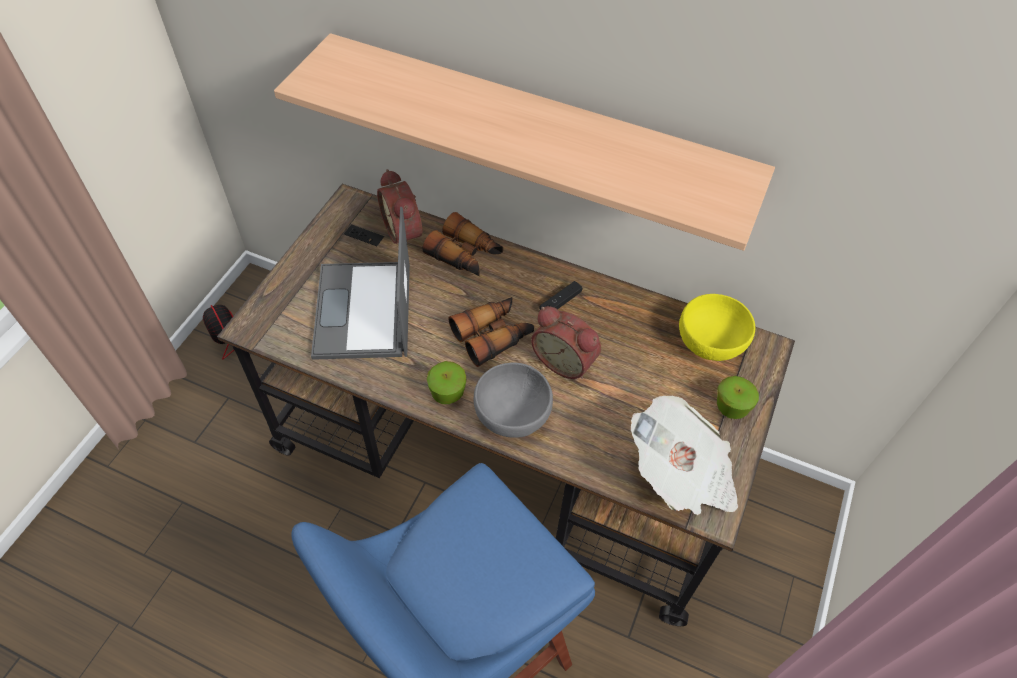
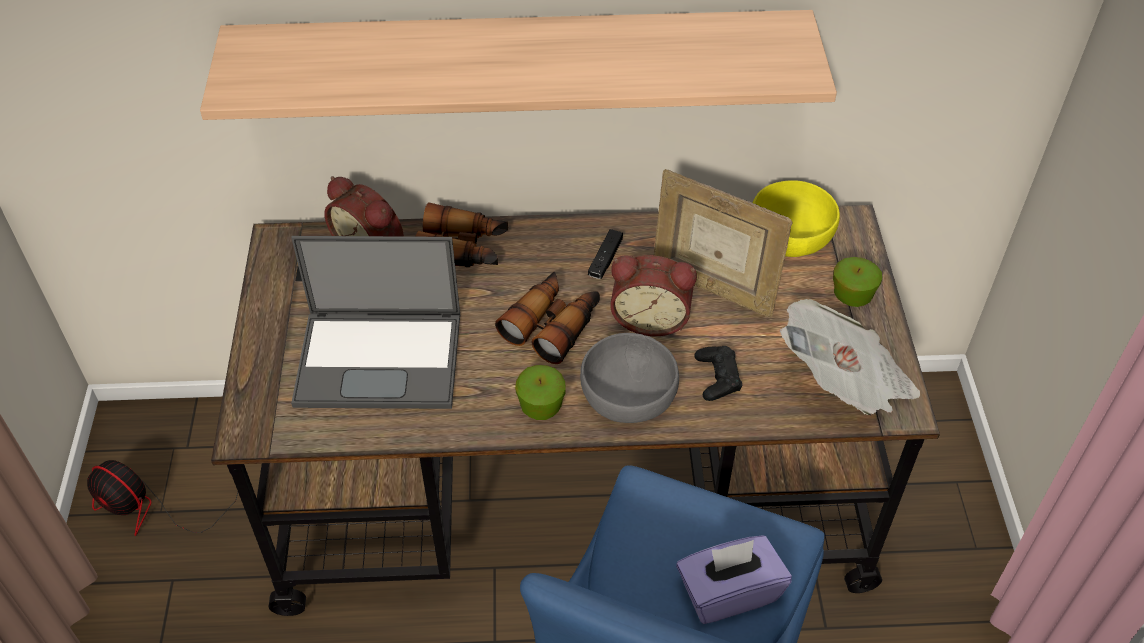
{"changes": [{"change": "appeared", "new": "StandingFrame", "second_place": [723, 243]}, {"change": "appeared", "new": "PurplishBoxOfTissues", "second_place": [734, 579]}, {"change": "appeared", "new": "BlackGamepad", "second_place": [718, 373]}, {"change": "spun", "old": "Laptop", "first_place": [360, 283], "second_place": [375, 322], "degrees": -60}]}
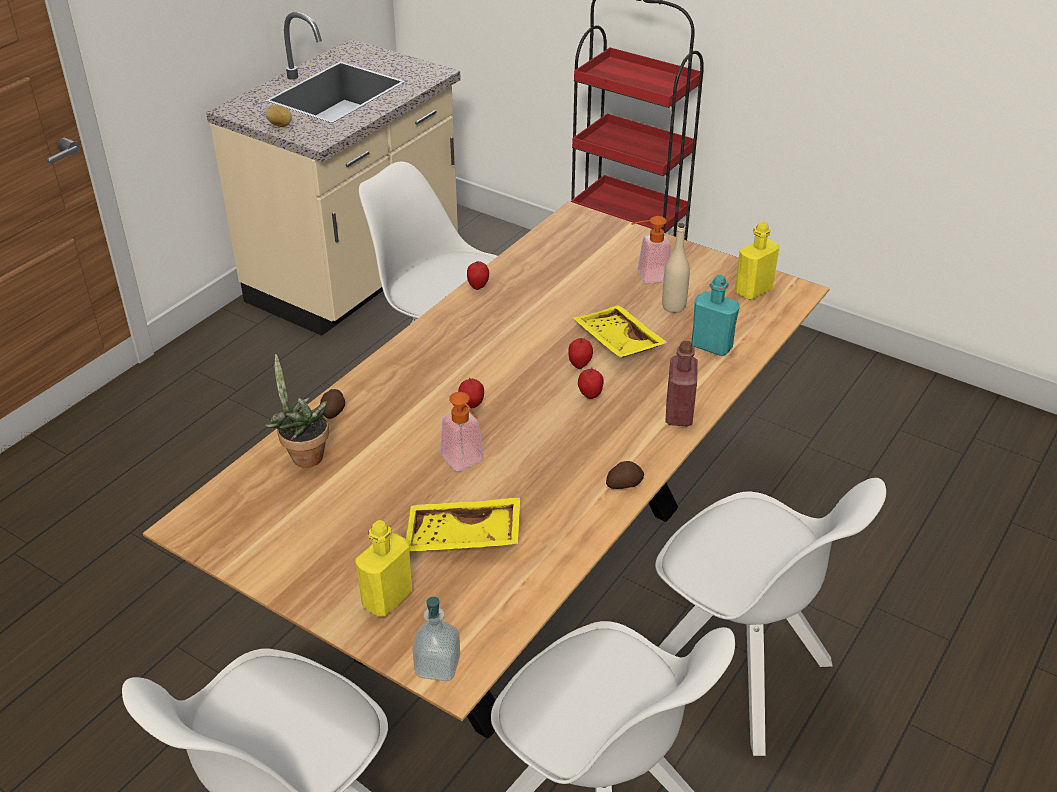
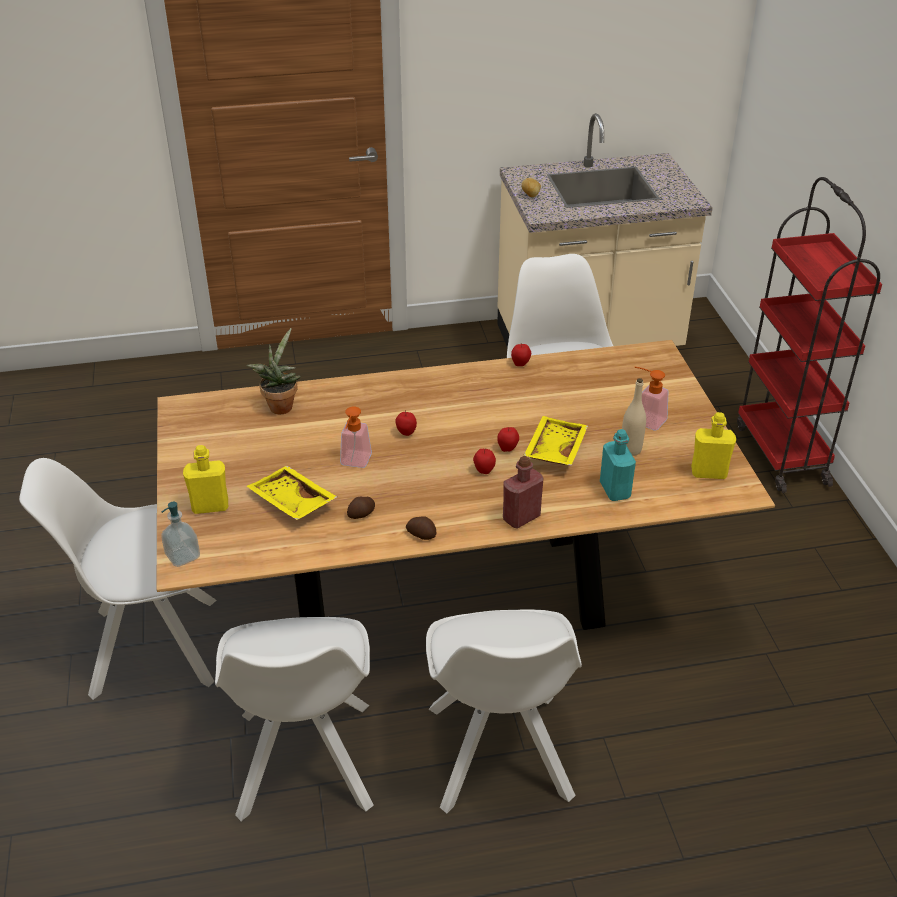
{"changes": [{"change": "relocated", "old": "WholePotato", "first_place": [332, 404], "second_place": [361, 508]}]}
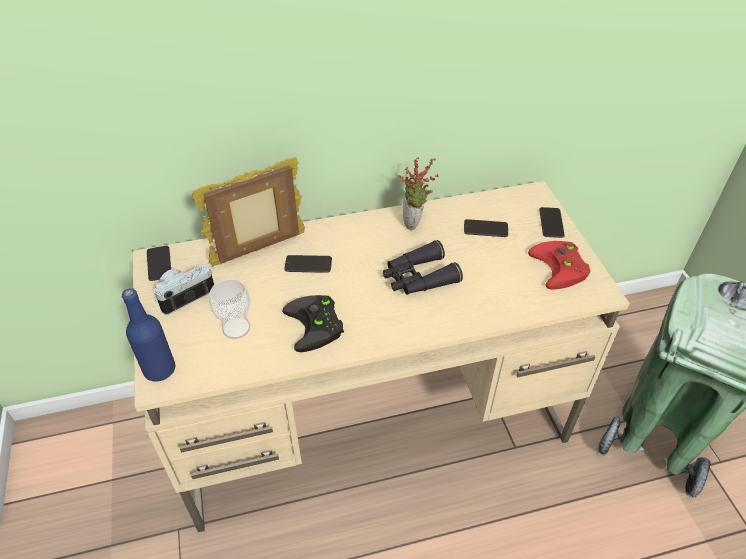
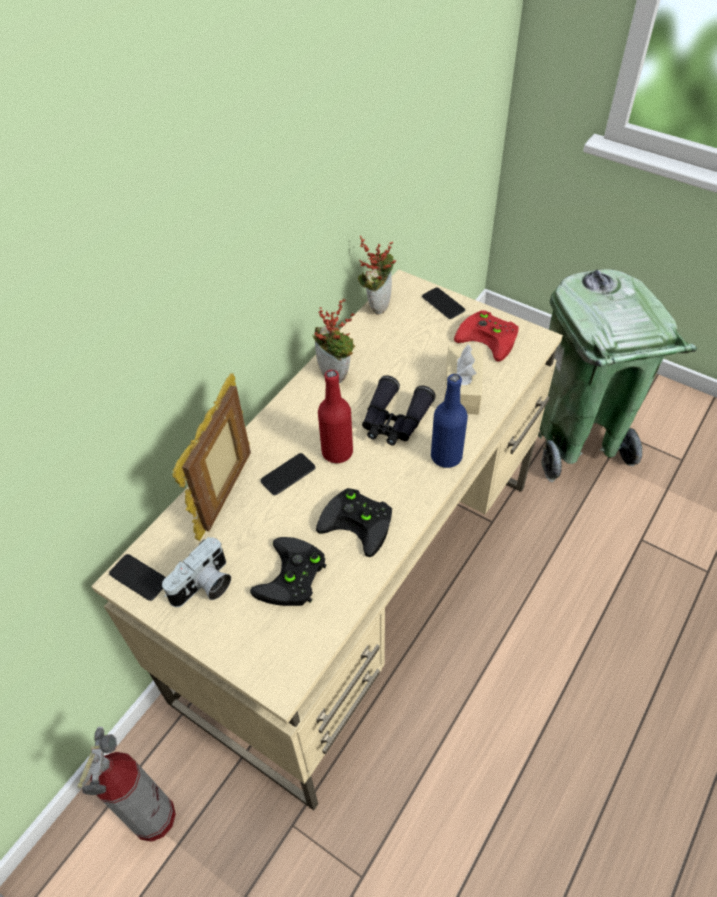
{"changes": [{"change": "missing", "old": "Telephone", "first_place": [486, 228]}, {"change": "appeared", "new": "Extinguisher", "second_place": [126, 784]}, {"change": "appeared", "new": "RedColouredBeverageBottle", "second_place": [335, 416]}, {"change": "appeared", "new": "PlantInAPot", "second_place": [377, 275]}, {"change": "appeared", "new": "BeigeBoxOfTissues", "second_place": [463, 379]}, {"change": "relocated", "old": "BlueBeverageBottle", "first_place": [148, 335], "second_place": [449, 421]}, {"change": "exchanged", "old": "SmallCup", "new": "BlackGamepad", "first_place": [229, 309], "second_place": [288, 571]}, {"change": "spun", "old": "PhotoCamera", "first_place": [184, 290], "second_place": [196, 572], "degrees": -150}]}
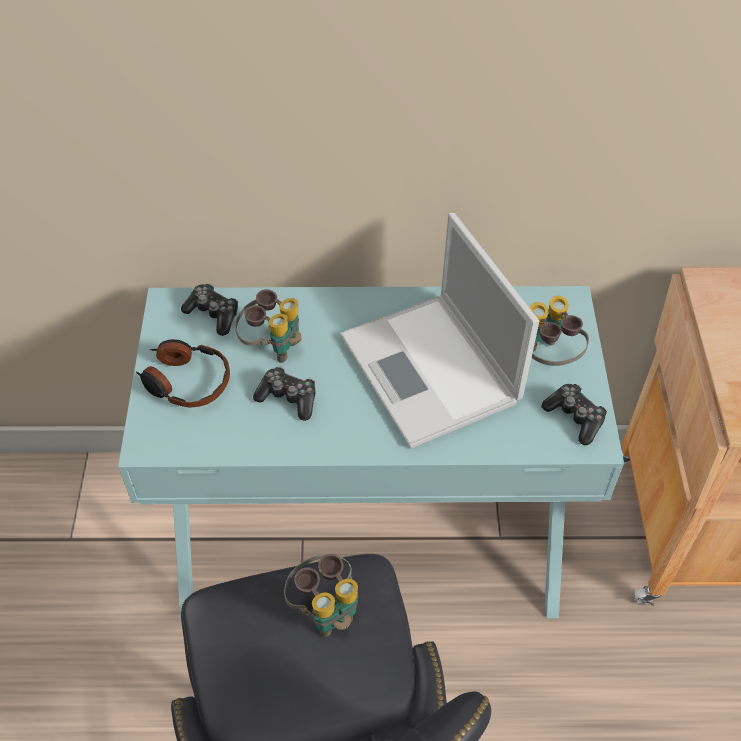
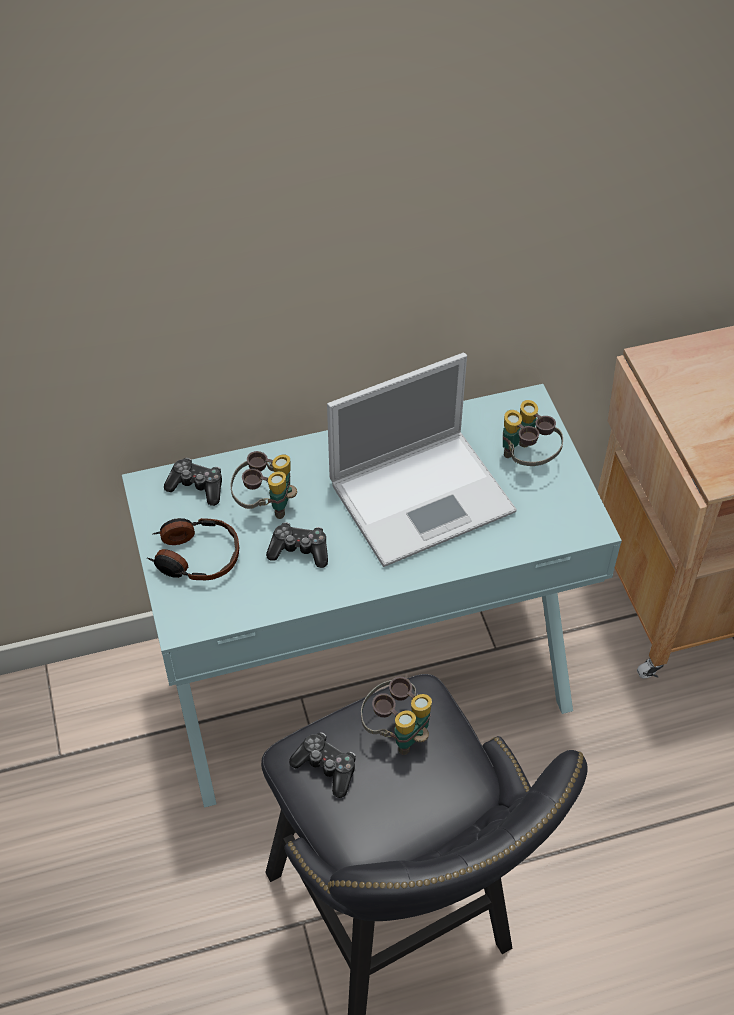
{"changes": [{"change": "relocated", "old": "Gamepad", "first_place": [574, 414], "second_place": [322, 765]}, {"change": "spun", "old": "Laptop", "first_place": [439, 330], "second_place": [422, 460], "degrees": -75}]}
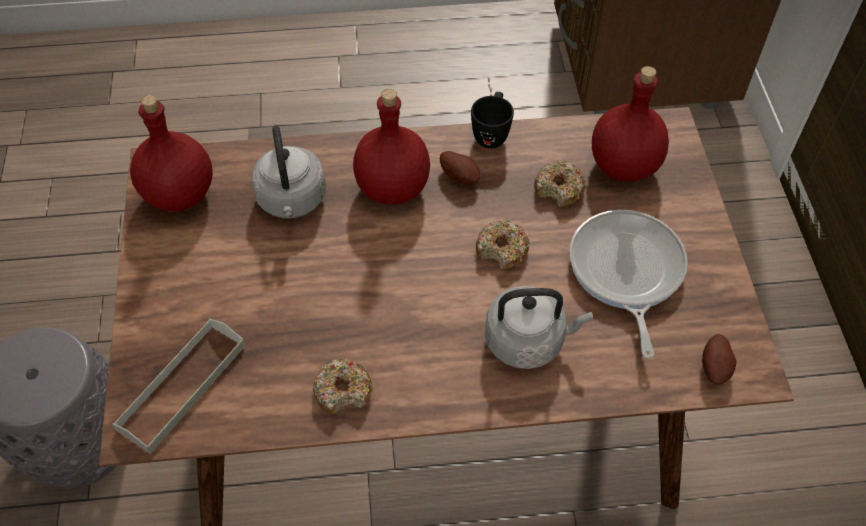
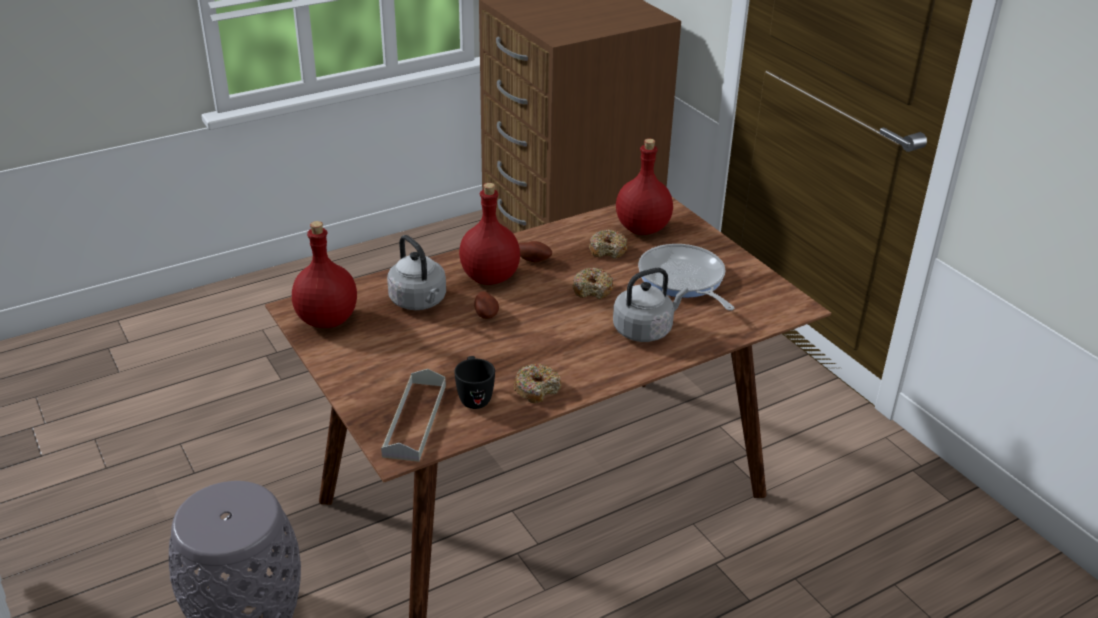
{"changes": [{"change": "relocated", "old": "BlackTeaMug", "first_place": [492, 120], "second_place": [474, 382]}, {"change": "relocated", "old": "WholePotato", "first_place": [719, 359], "second_place": [486, 305]}]}
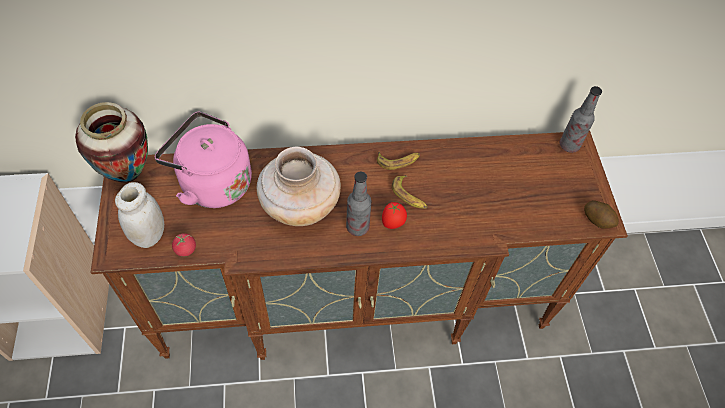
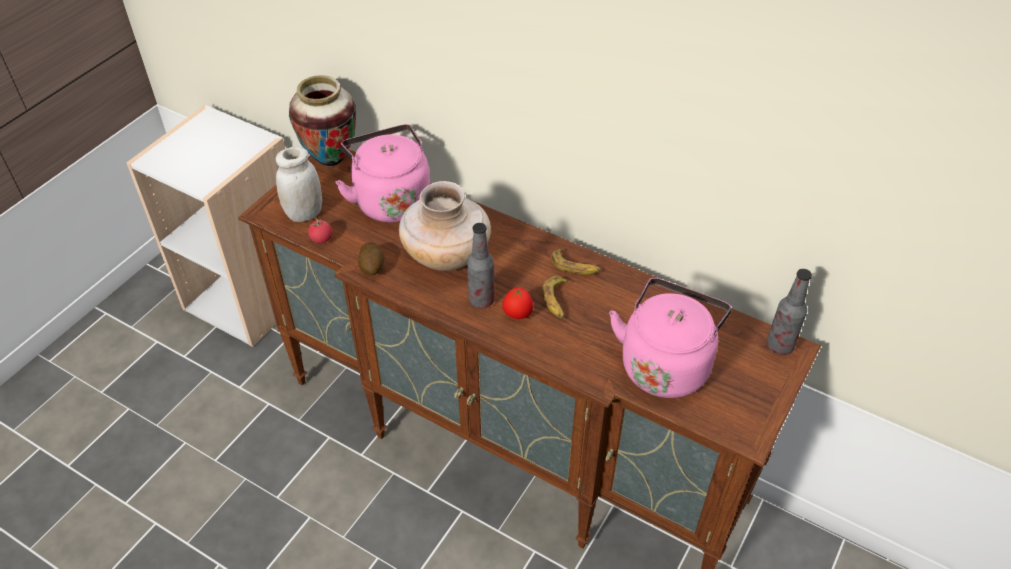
{"changes": [{"change": "appeared", "new": "PinkishKettle", "second_place": [670, 338]}, {"change": "relocated", "old": "WholePotato", "first_place": [601, 214], "second_place": [371, 258]}]}
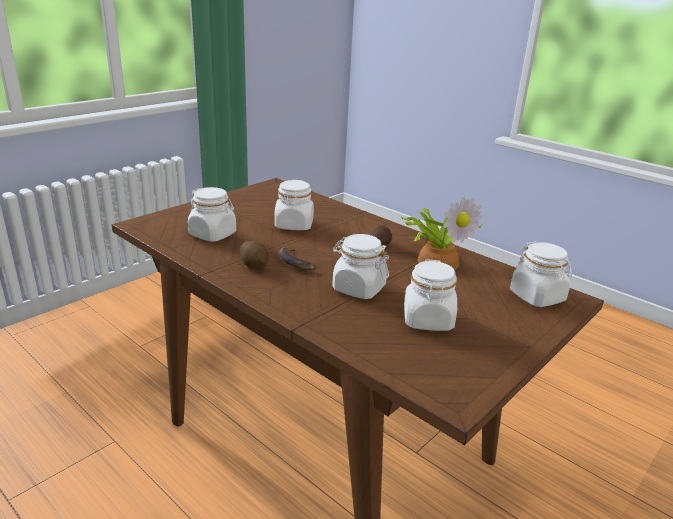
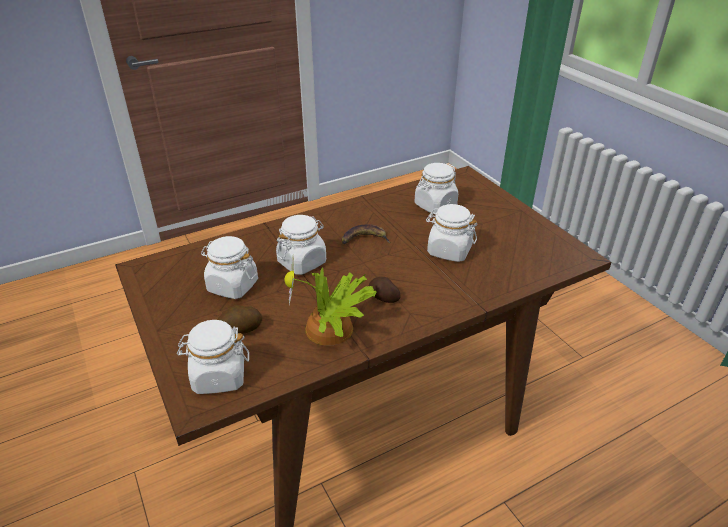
{"changes": [{"change": "relocated", "old": "WholePotato", "first_place": [253, 254], "second_place": [239, 319]}]}
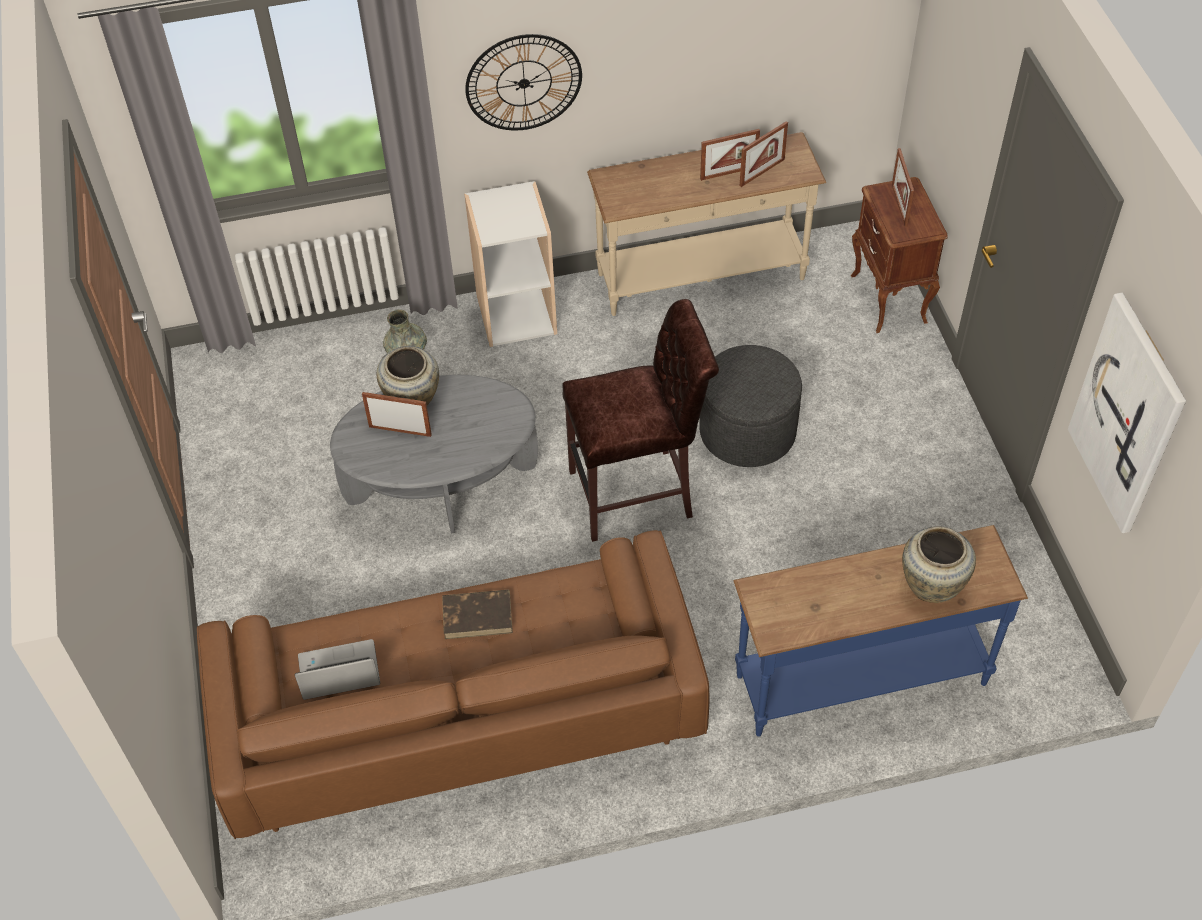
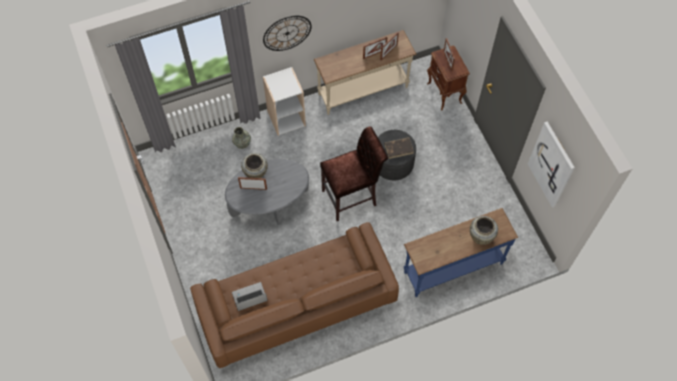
{"changes": [{"change": "relocated", "old": "BrownVolume", "first_place": [477, 614], "second_place": [399, 148]}]}
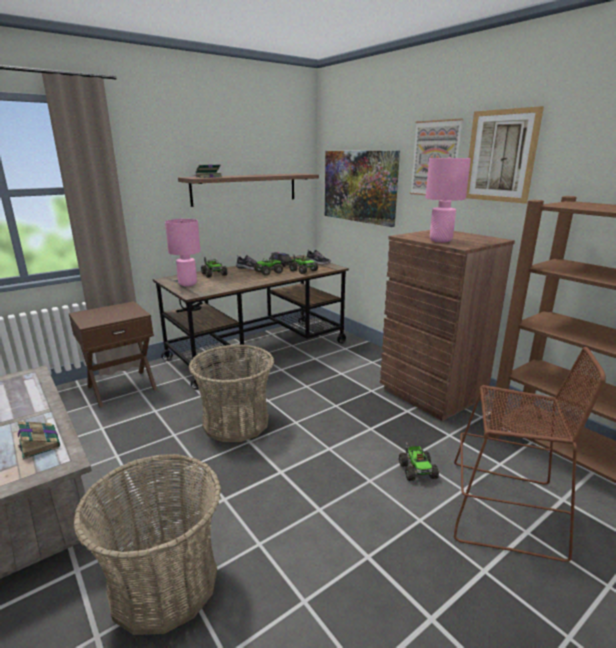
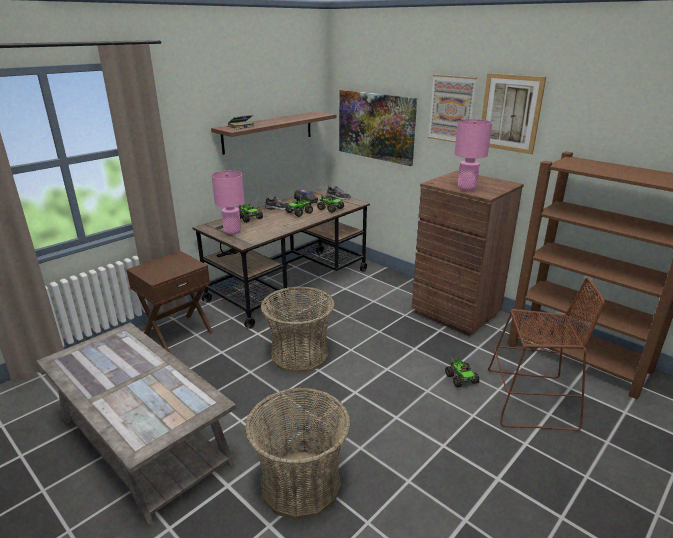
{"changes": [{"change": "missing", "old": "Volume", "first_place": [39, 440]}]}
